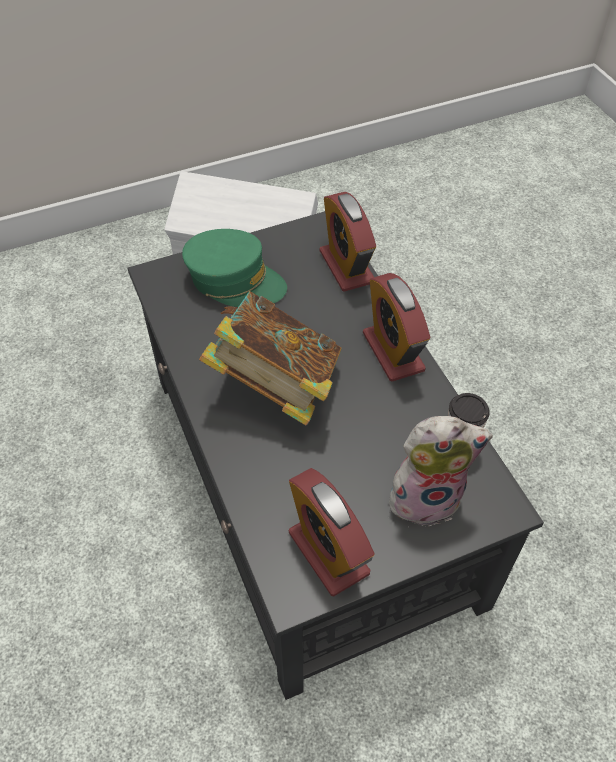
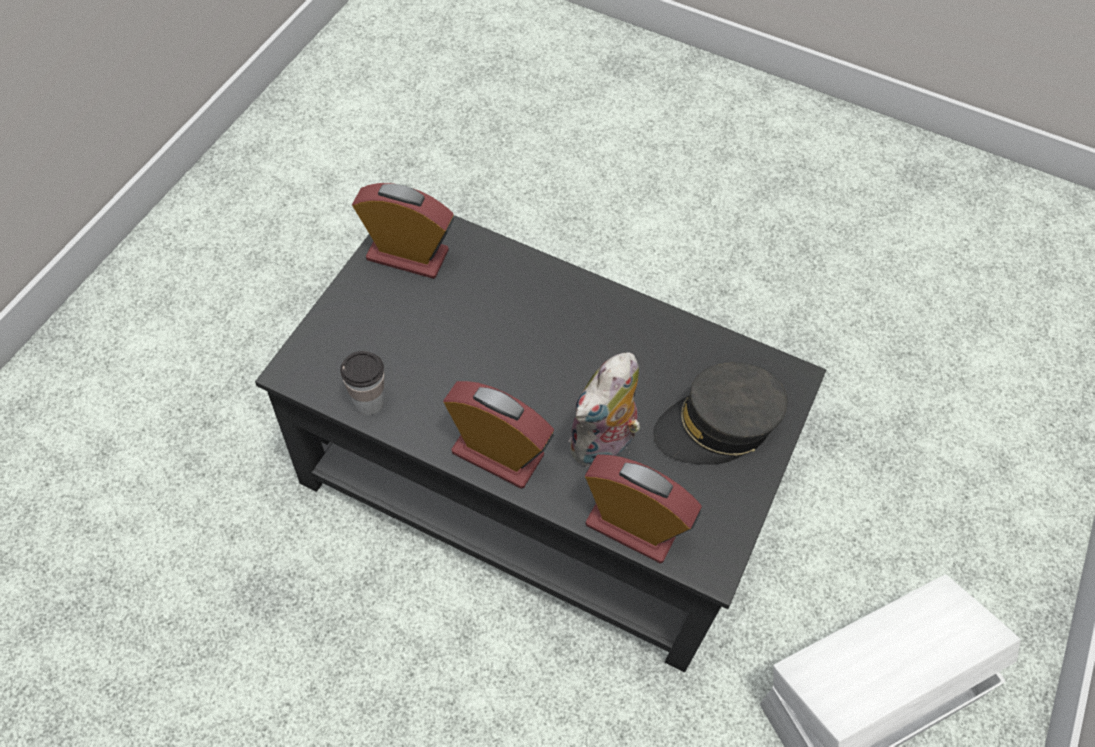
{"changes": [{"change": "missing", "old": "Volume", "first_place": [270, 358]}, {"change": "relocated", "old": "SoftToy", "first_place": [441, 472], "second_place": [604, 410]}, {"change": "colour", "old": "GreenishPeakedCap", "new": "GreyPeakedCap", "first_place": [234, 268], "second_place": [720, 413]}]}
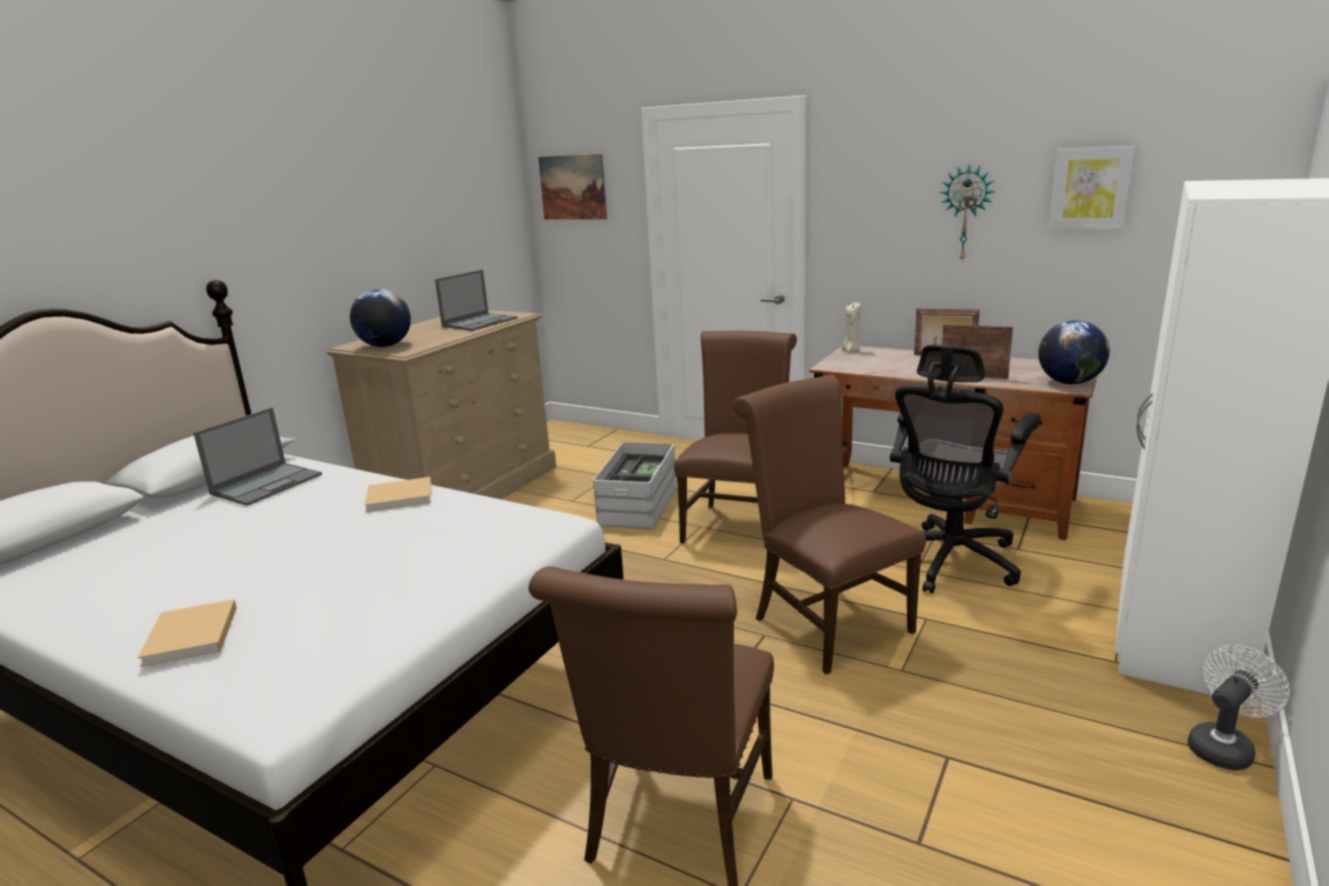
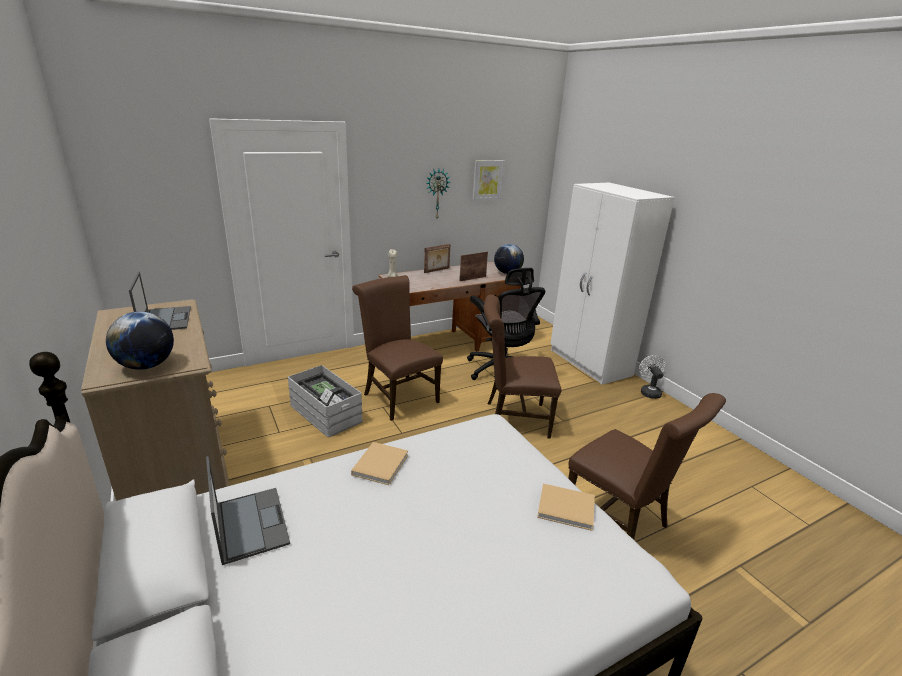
{"changes": [{"change": "missing", "old": "WallPicture", "first_place": [572, 187]}, {"change": "relocated", "old": "BeigeVolume", "first_place": [187, 633], "second_place": [566, 507]}]}
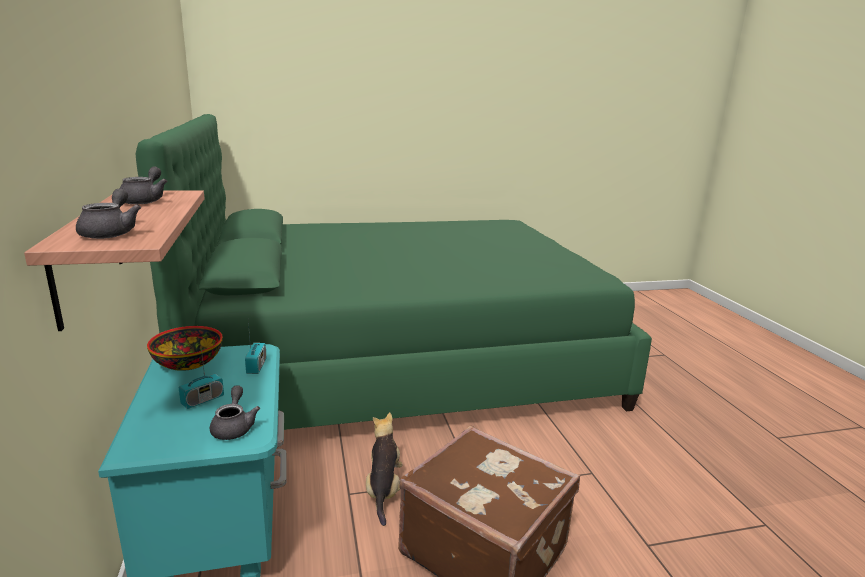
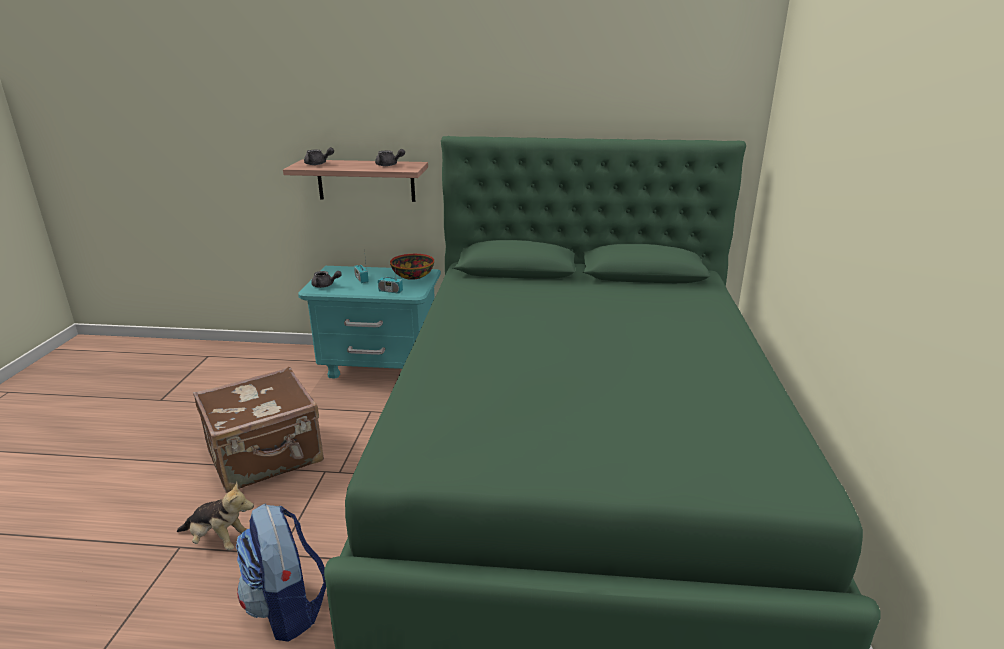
{"changes": [{"change": "appeared", "new": "Rucksack", "second_place": [281, 572]}, {"change": "relocated", "old": "SoftToy", "first_place": [384, 469], "second_place": [215, 515]}]}
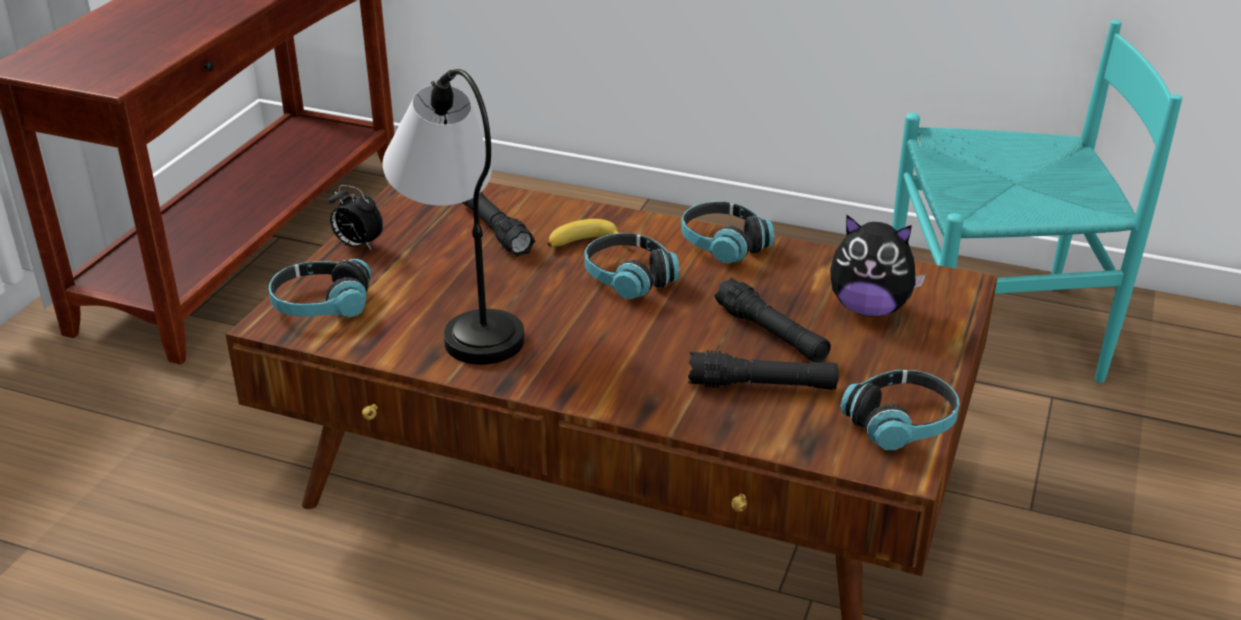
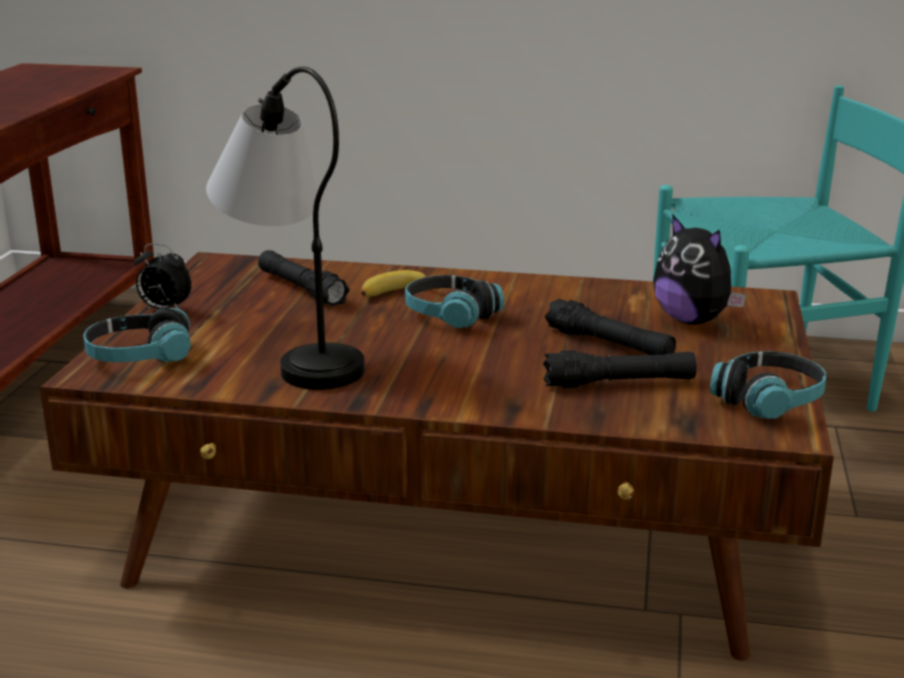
{"changes": [{"change": "missing", "old": "PairOfHeadphones", "first_place": [727, 232]}, {"change": "spun", "old": "SoftToy", "first_place": [878, 266], "second_place": [699, 269], "degrees": 45}]}
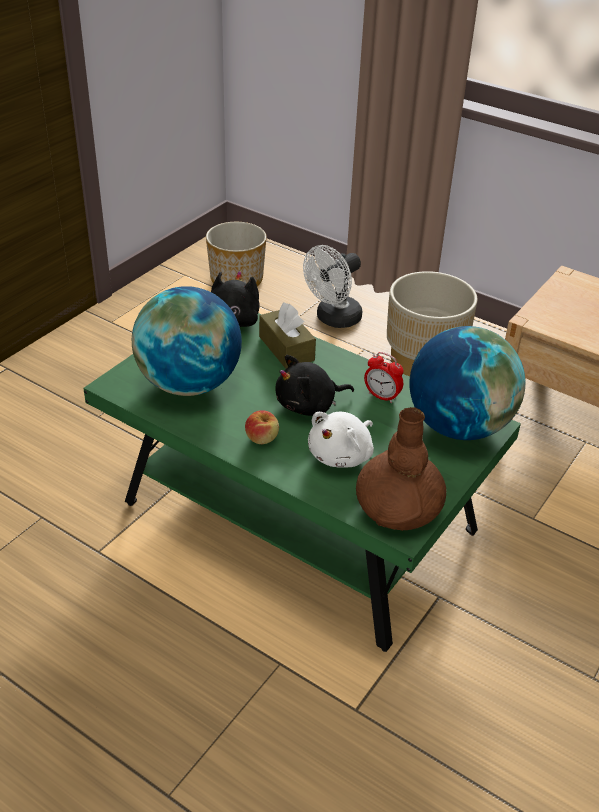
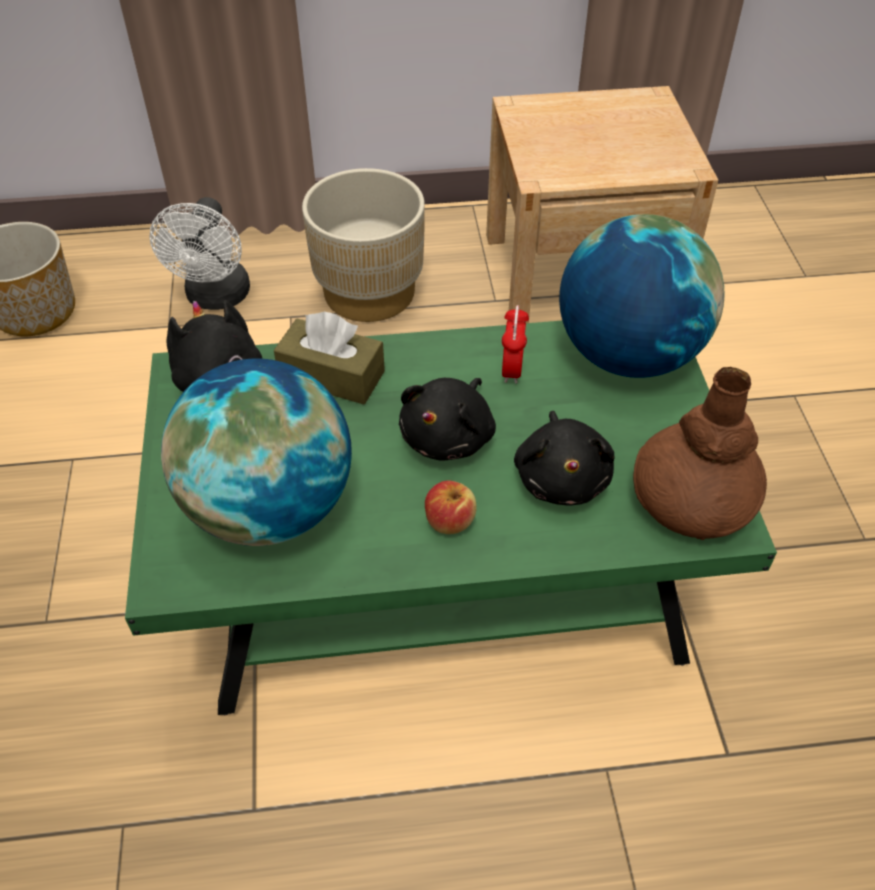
{"changes": [{"change": "colour", "old": "WhitishSoftToy", "new": "BlackSoftToy", "first_place": [341, 439], "second_place": [564, 458]}, {"change": "spun", "old": "AlarmClock", "first_place": [383, 377], "second_place": [515, 344], "degrees": 105}]}
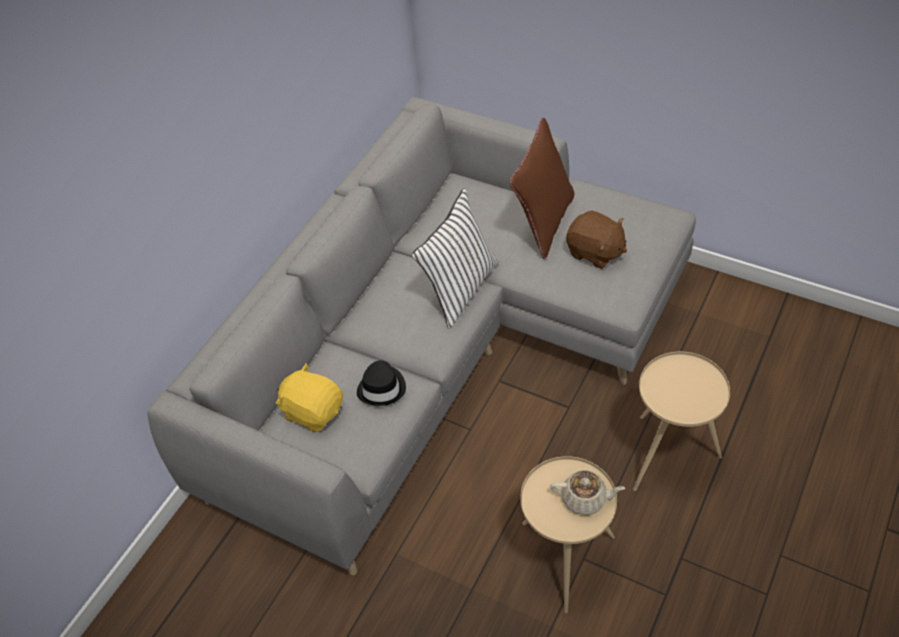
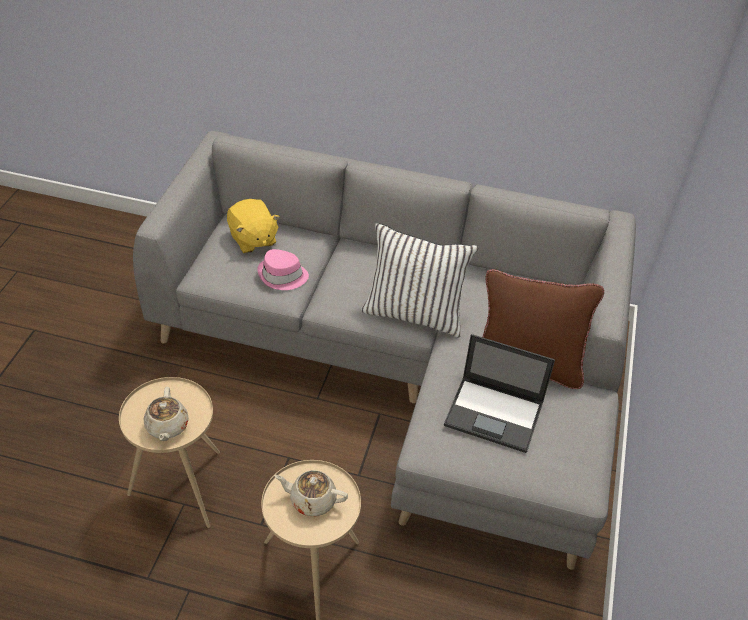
{"changes": [{"change": "appeared", "new": "BeigePotForTea", "second_place": [311, 493]}, {"change": "exchanged", "old": "BrownSoftToy", "new": "Laptop", "first_place": [597, 239], "second_place": [499, 393]}, {"change": "colour", "old": "BlackWearableHat", "new": "PinkishWearableHat", "first_place": [381, 383], "second_place": [283, 269]}, {"change": "spun", "old": "YellowishSoftToy", "first_place": [309, 397], "second_place": [253, 226], "degrees": 135}]}
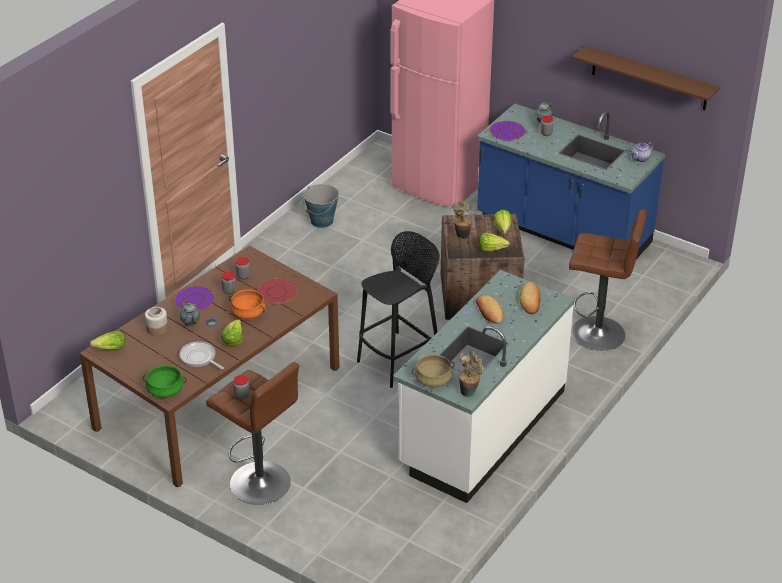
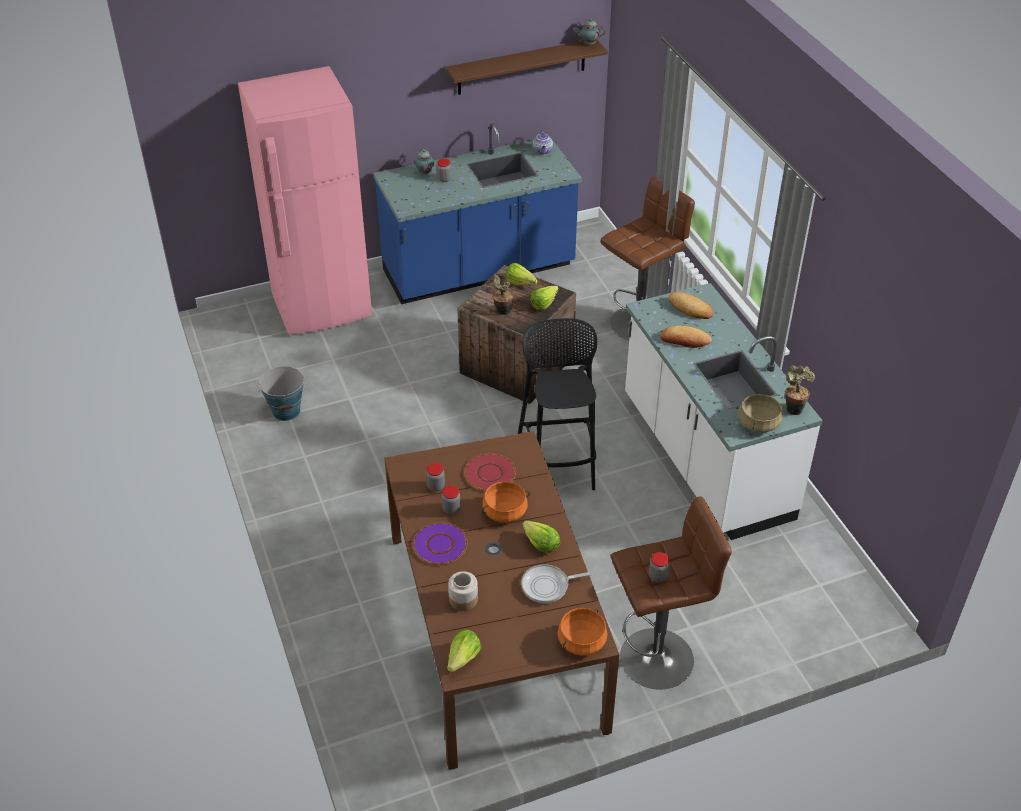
{"changes": [{"change": "missing", "old": "PurplishDinnerPlate", "first_place": [508, 131]}, {"change": "relocated", "old": "PotForTea", "first_place": [190, 314], "second_place": [589, 32]}, {"change": "colour", "old": "GreenishCookingPot", "new": "OrangeColouredCookingPot", "first_place": [165, 381], "second_place": [583, 631]}]}
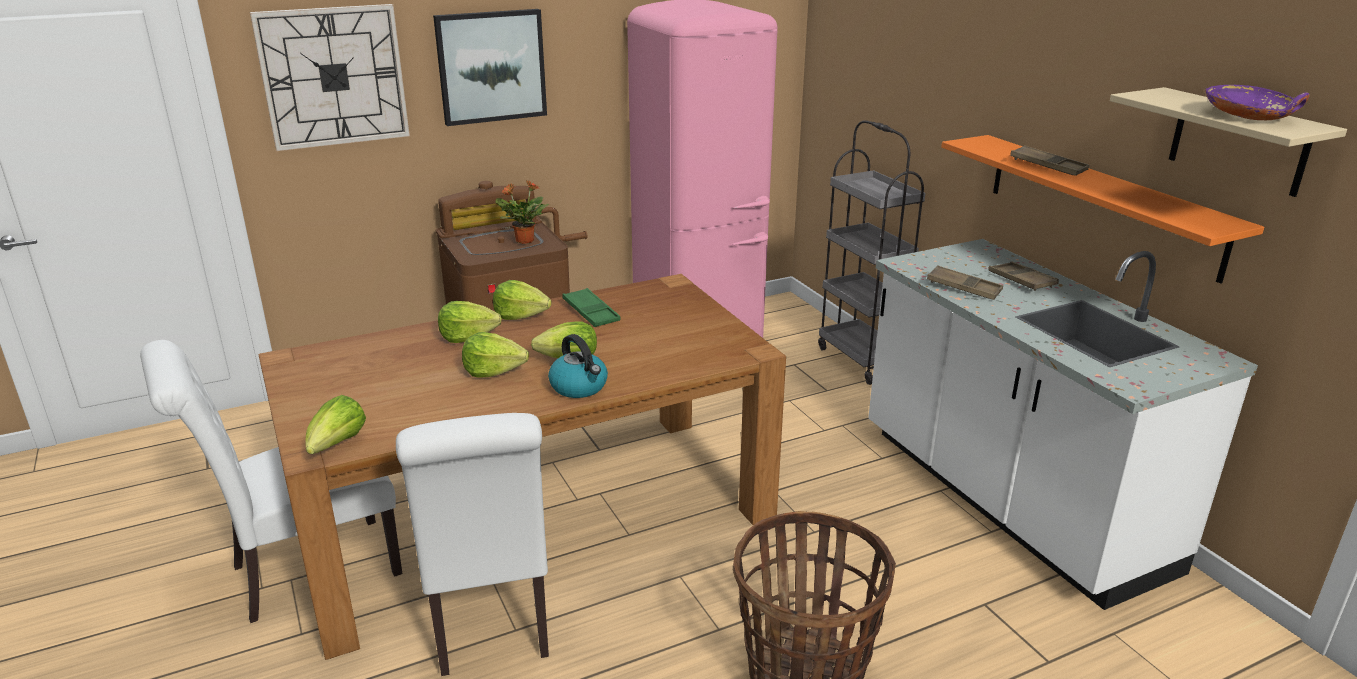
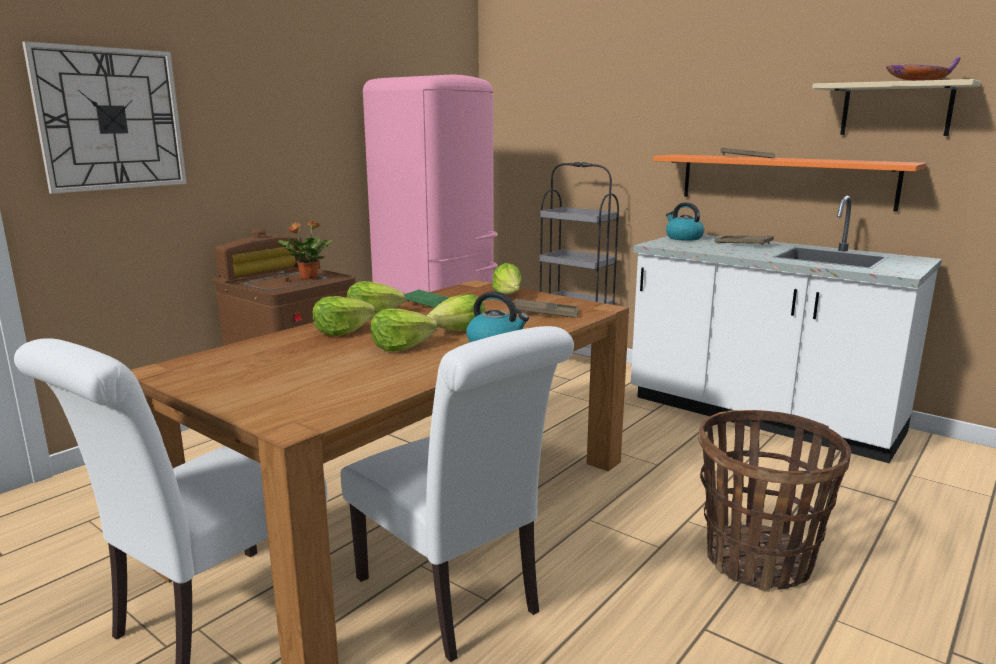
{"changes": [{"change": "missing", "old": "WallPicture", "first_place": [490, 67]}, {"change": "appeared", "new": "Kettle", "second_place": [685, 221]}, {"change": "relocated", "old": "HeadOfLettuce", "first_place": [336, 424], "second_place": [507, 279]}, {"change": "relocated", "old": "BrownServingTray", "first_place": [965, 282], "second_place": [546, 308]}]}
